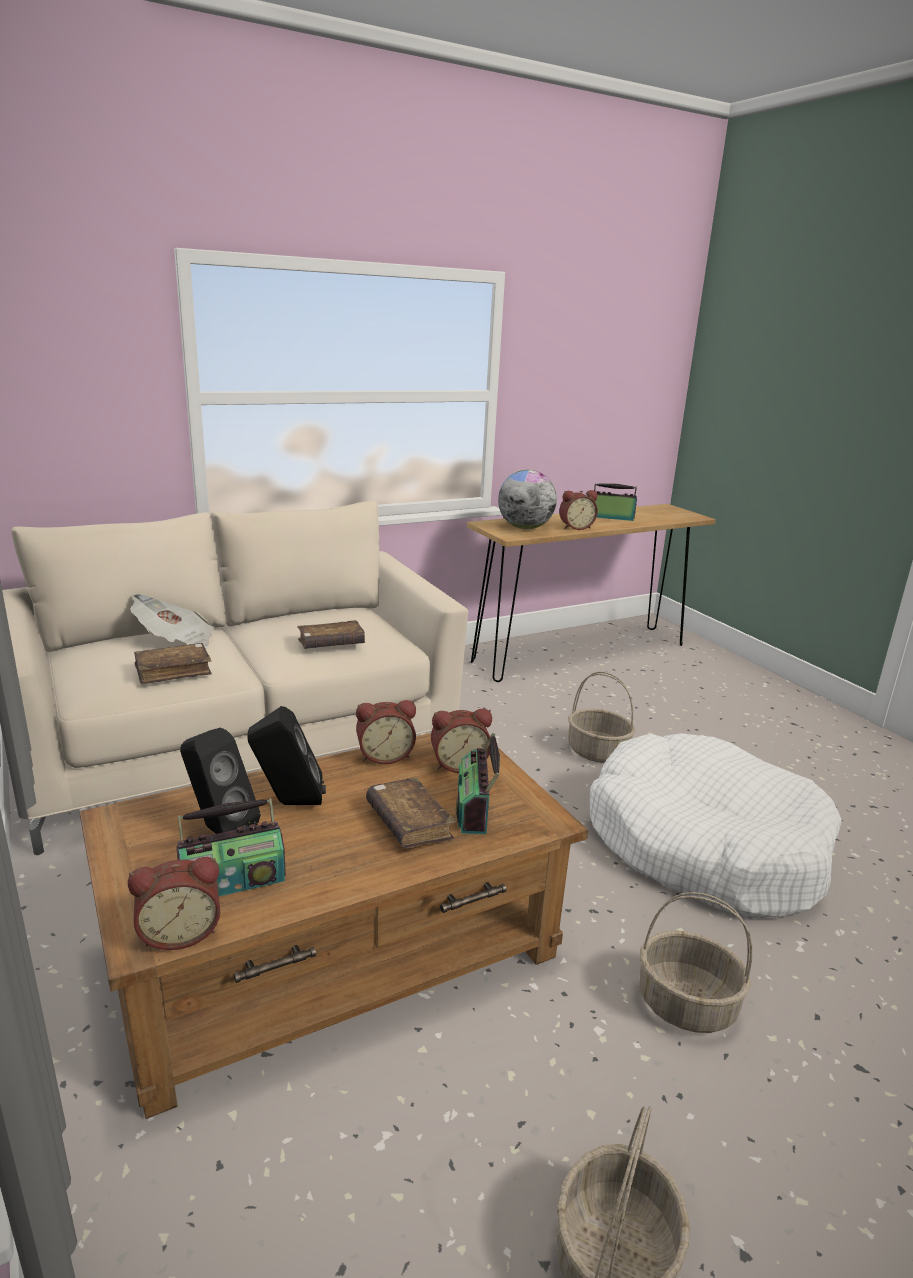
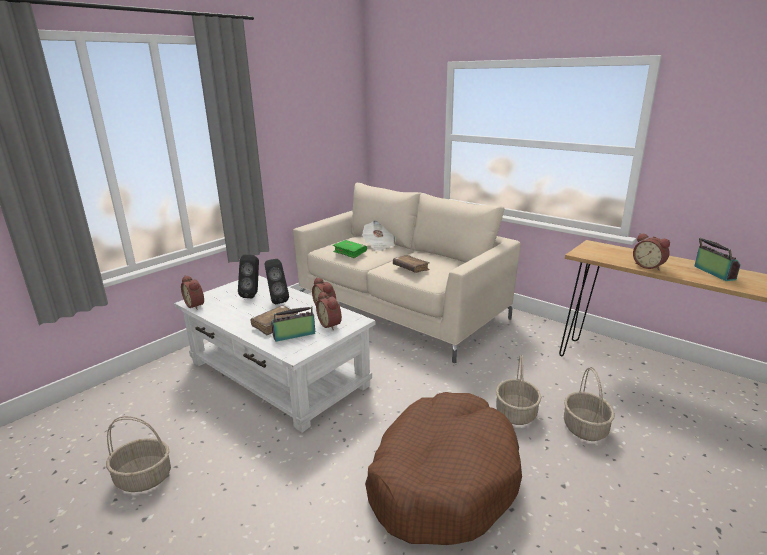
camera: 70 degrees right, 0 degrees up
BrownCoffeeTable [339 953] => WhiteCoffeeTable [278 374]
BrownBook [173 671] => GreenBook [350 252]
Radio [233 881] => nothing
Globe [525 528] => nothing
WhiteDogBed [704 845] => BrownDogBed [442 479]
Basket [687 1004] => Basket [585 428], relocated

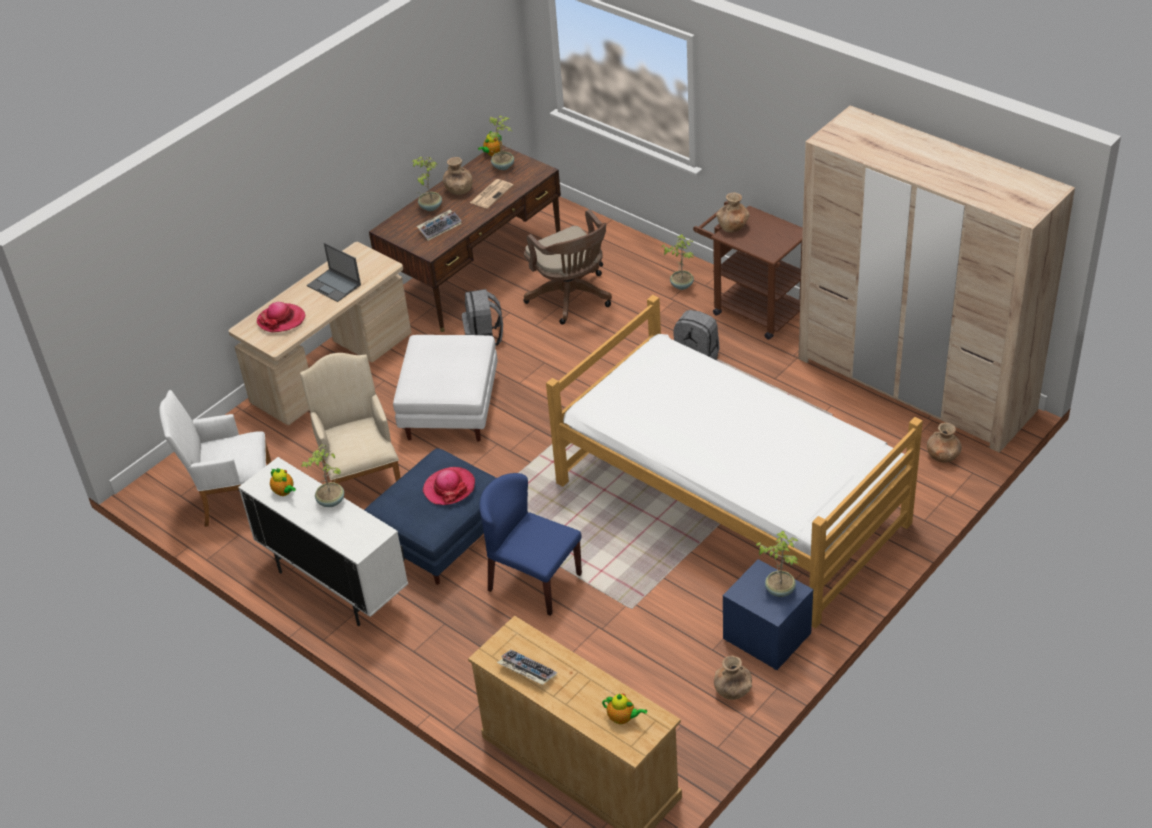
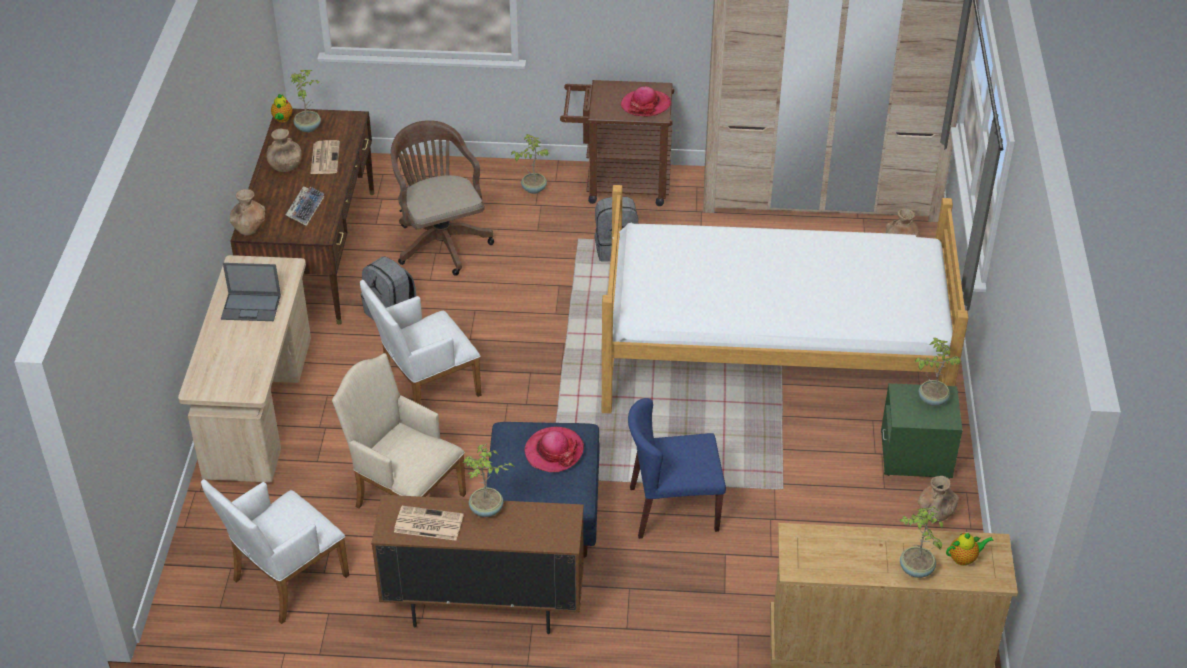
camera: 40 degrees left, 0 degrees up
WhiteCabinet [335 584] => BrownCabinet [483 608]
Hat [281 320] => Hat [645 105], relocated
Teapot [284 492] => Newspaper [427 524]
WhiteOttoman [450 407] => WhiteArmchair [424 390]
PottedPlant [430 207] => PottedPlant [915 570], relocated
Keyboard [526 671] => nothing
BrownOfficeChair [571 299] => BrownOfficeChair [440 241], 135 degrees counterclockwise
BrownVase [733 227] => BrownVase [249 228], relocated
BlueNightstand [767 637] => GreenNightstand [916 455]

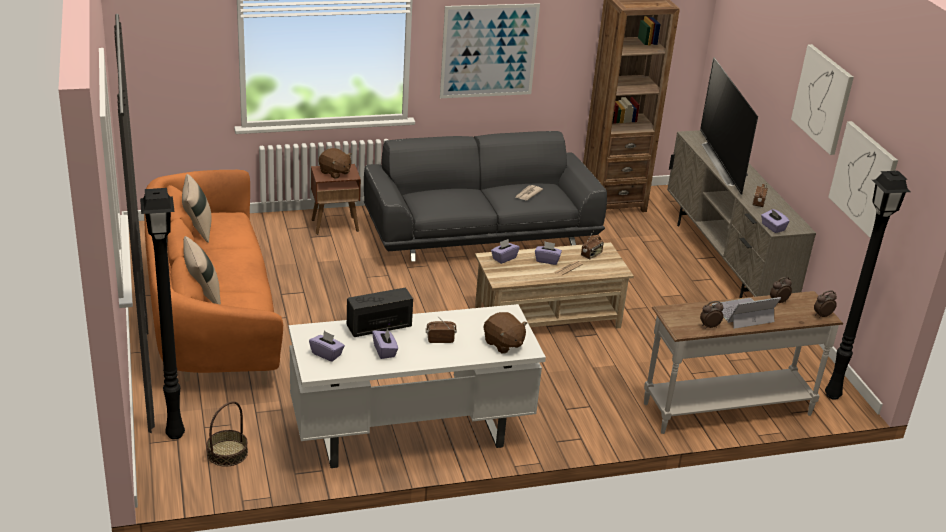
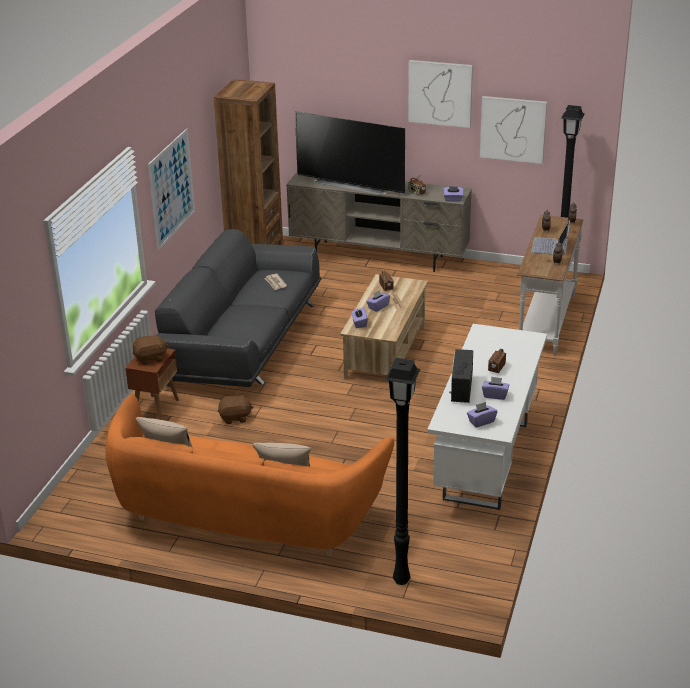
camera: 55 degrees left, 0 degrees up
Basket [227 453] => nothing
BrownPlushToy [503 344] => BrownPlushToy [235 418], relocated

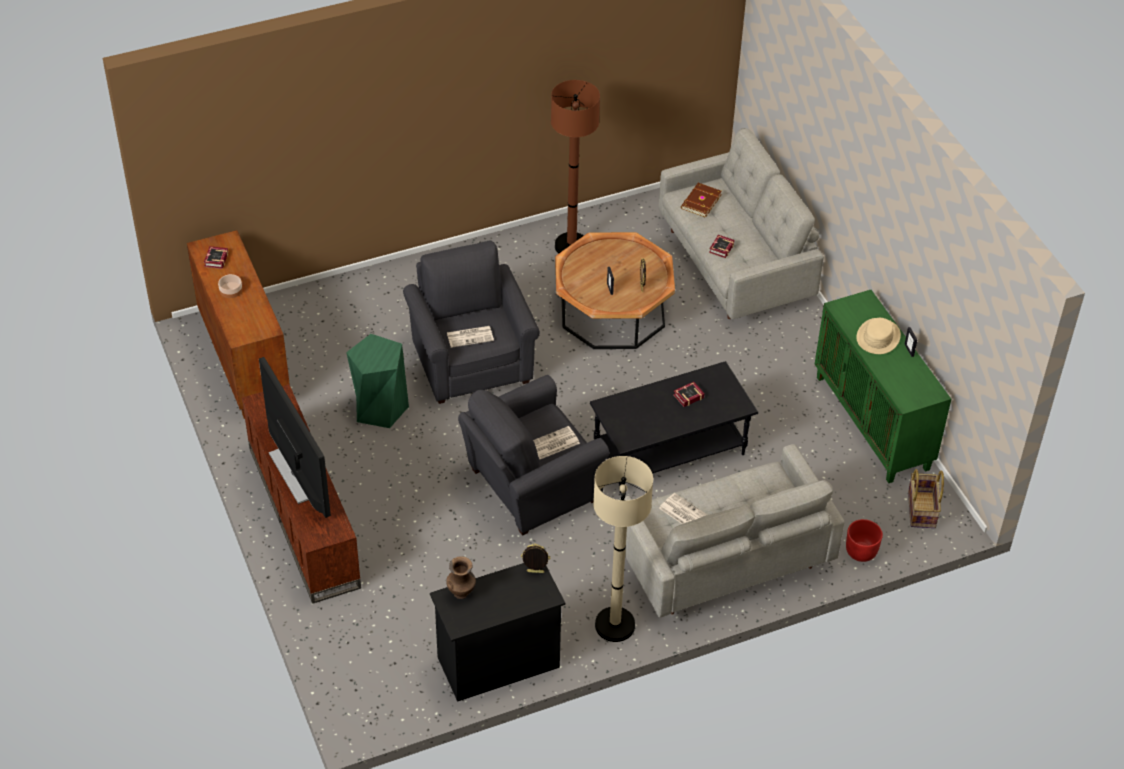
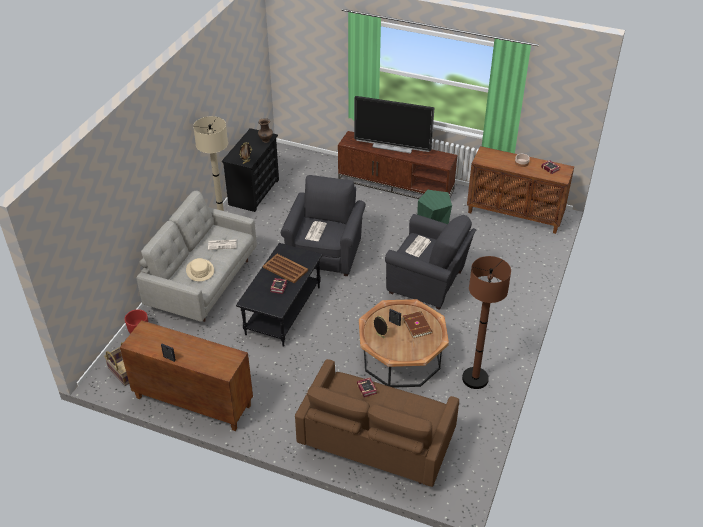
camera: 135 degrees right, 5 degrees down
GreySofa [735 265] => BrownSofa [376 442]
BrownBook [700 201] => BrownBook [417 325], relocated
GreenCabinet [873 423] => BrownCabinet [192 402]
BeigeHat [878 337] => BeigeHat [200 270], relocated
nothing => BrownTray [285 268]

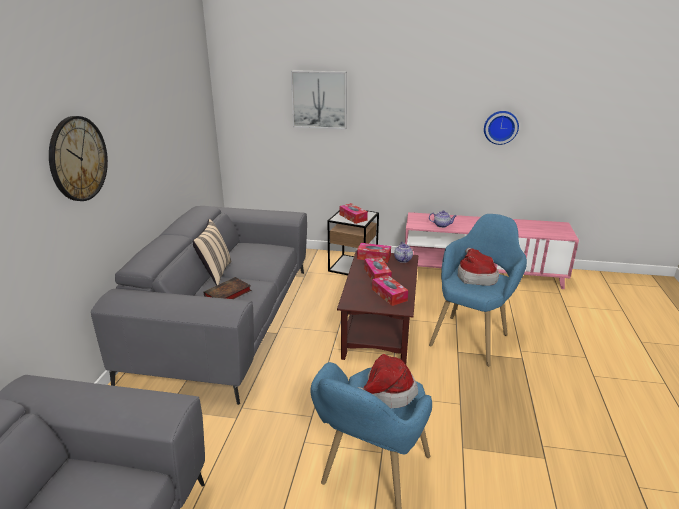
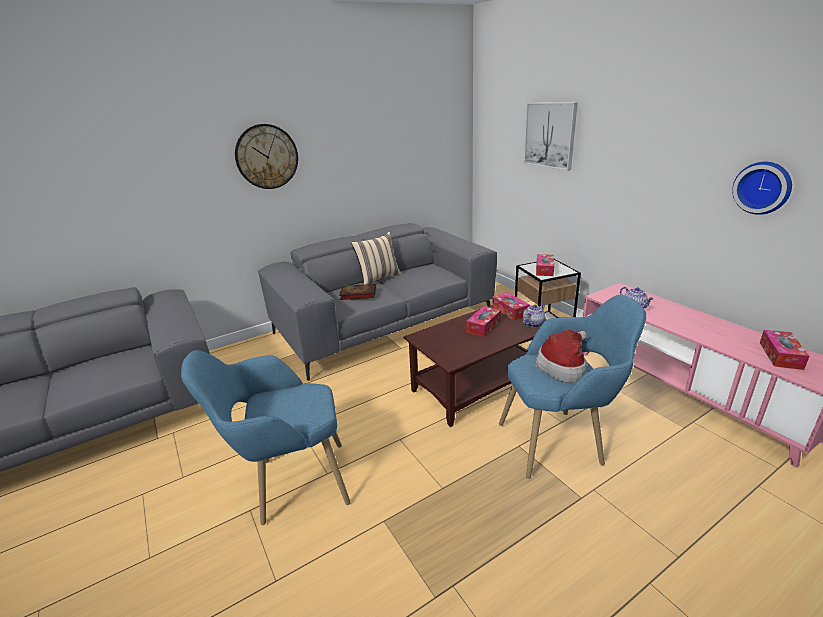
camera: 50 degrees right, 0 degrees up
Hat [387 392] => nothing
TissueBox [389 295] => TissueBox [780 355], relocated

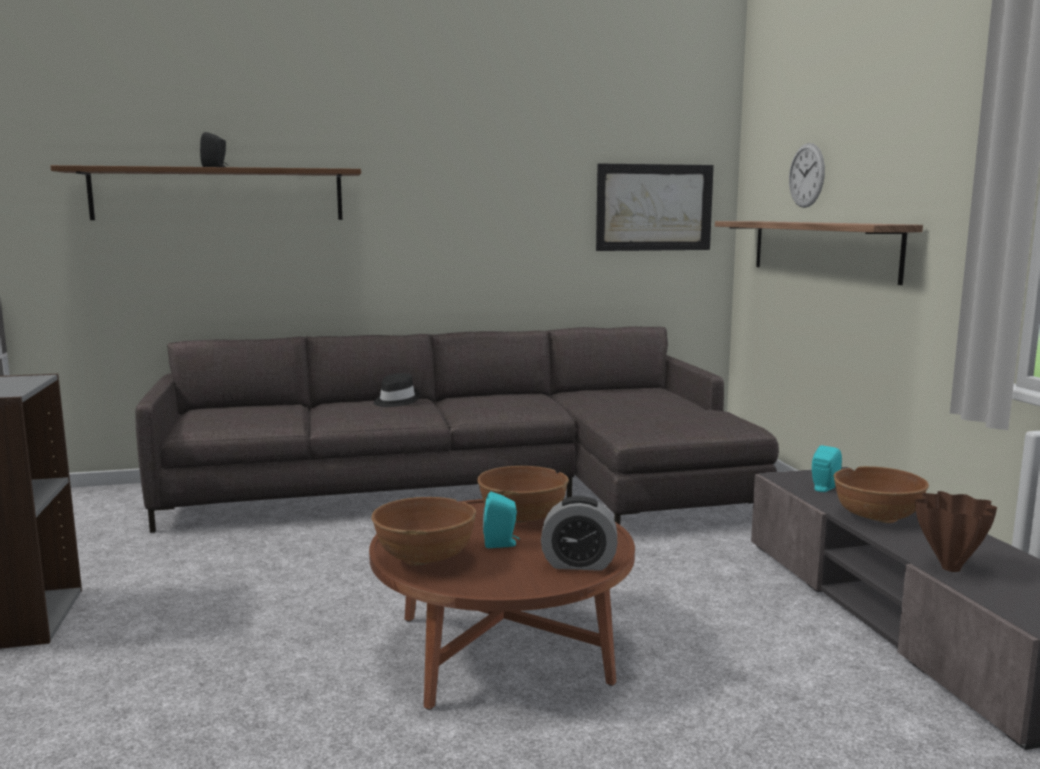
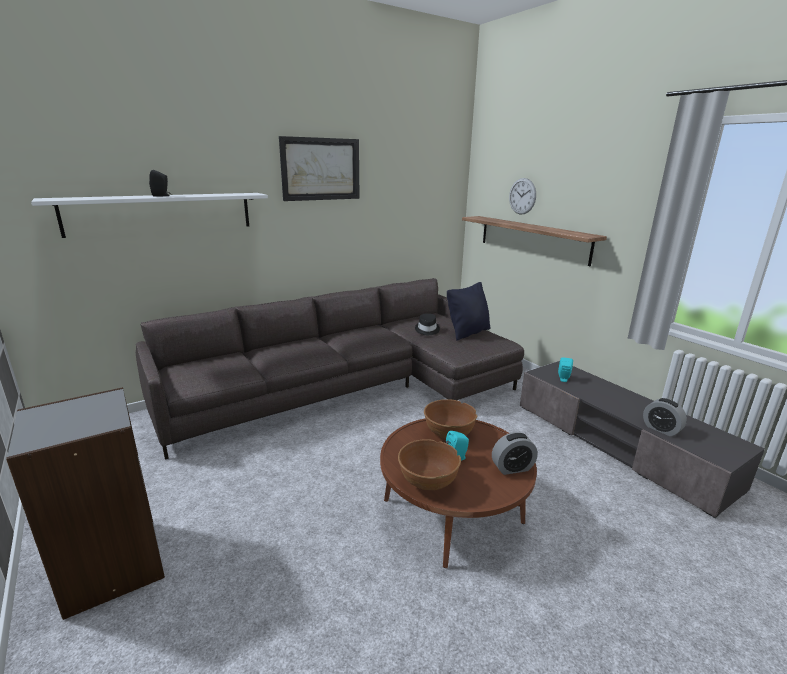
camera: 20 degrees left, 10 degrees up
BrownShelf [218 194] => WhiteShelf [161 213]
BlackHat [395 401] => BlackHat [427 330], relocated
Picture [654 207] => Picture [321 169], relocated
BrownBowl [876 517] => nothing
BrownVase [950 567] => AlarmClock [661 429]
nothing => BlackPillow [468 333]

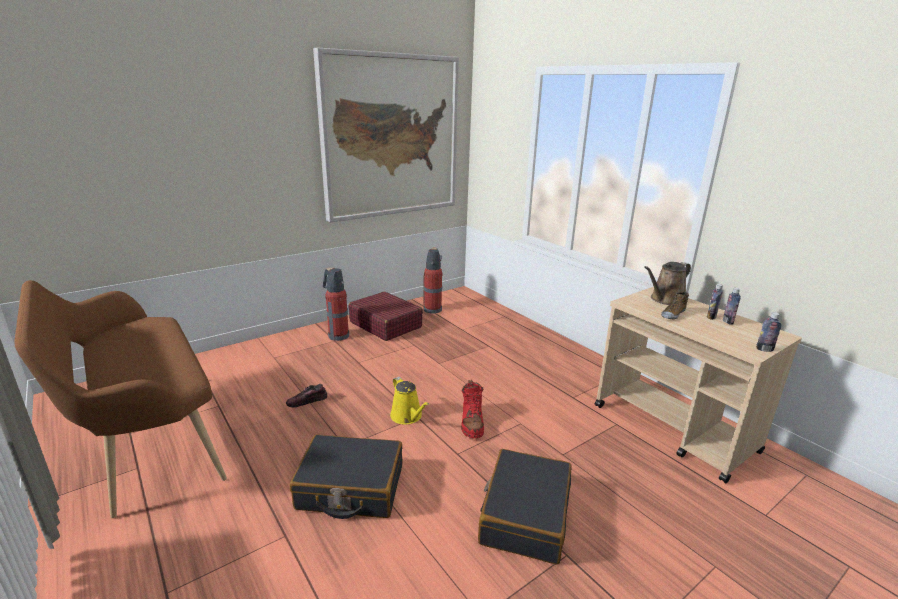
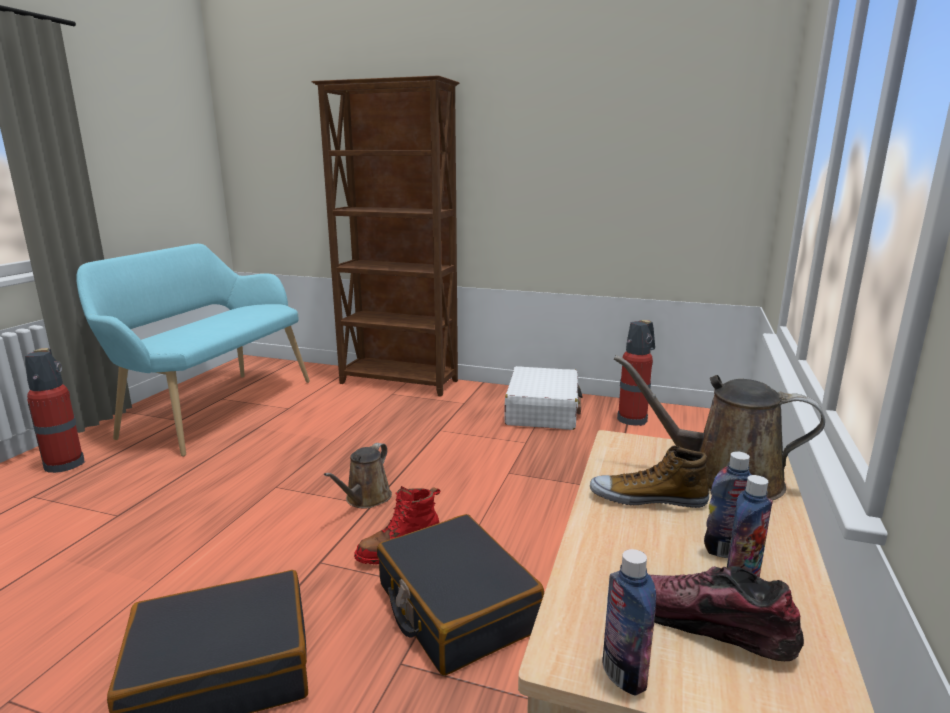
camera: 55 degrees right, 5 degrees down
BrownBench [144 443] => TurquoiseBench [213 408]
Shoe [307 401] => Shoe [707 625], relocated
BlackSuitcase [350 488] => BlackSuitcase [455 607], relocated
Picture [391 136] => nothing
FireExtinguisher [338 335] => FireExtinguisher [65 463], relocated
RedSuitcase [385 324] => WhiteSuitcase [542 411]
YellowWateringCan [408 416] => BrownWateringCan [365 499]
nothing => BrownBookcase [399 382]

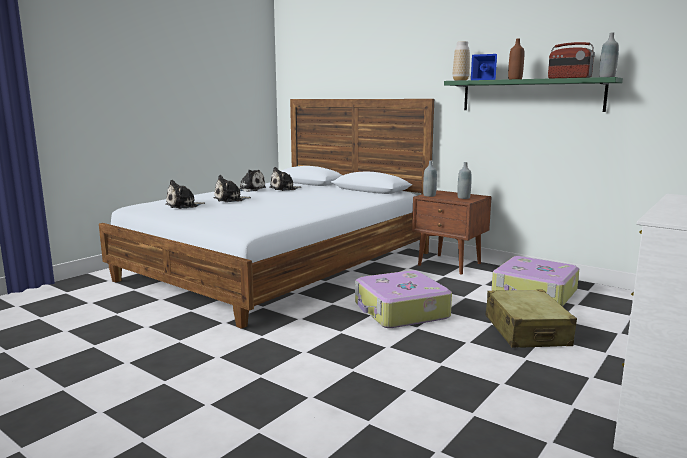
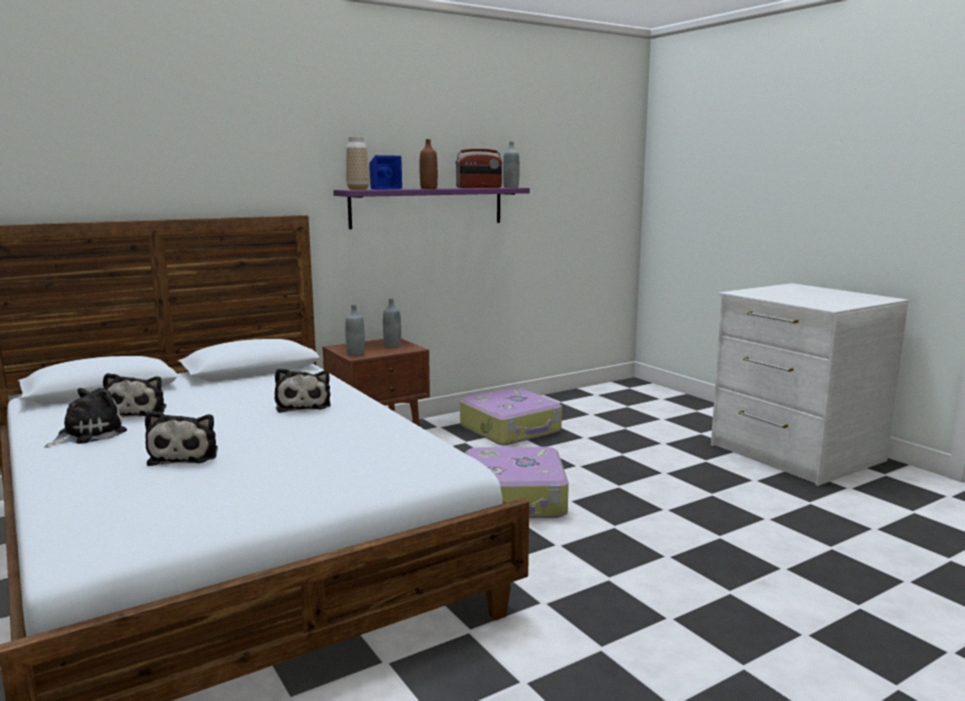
camera: 70 degrees left, 0 degrees up
PlushToy [184 206] => PlushToy [303 405], relocated
GreenShelf [530 95] => PurpleShelf [428 207]
BeigeSuitcase [526 331] => nothing

